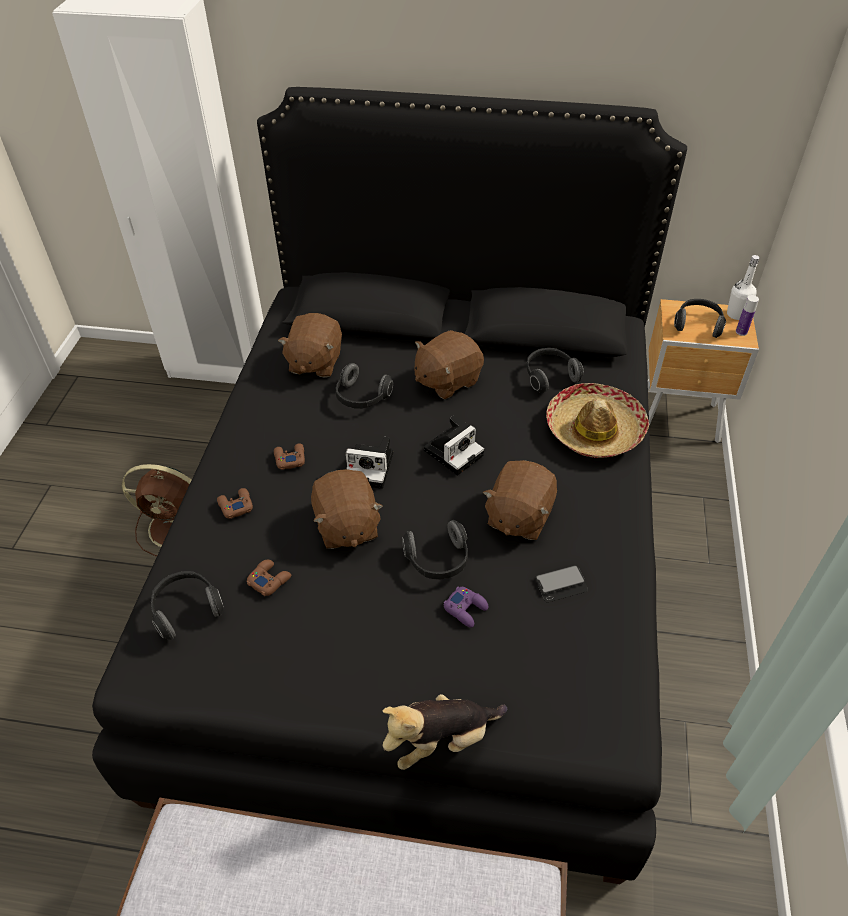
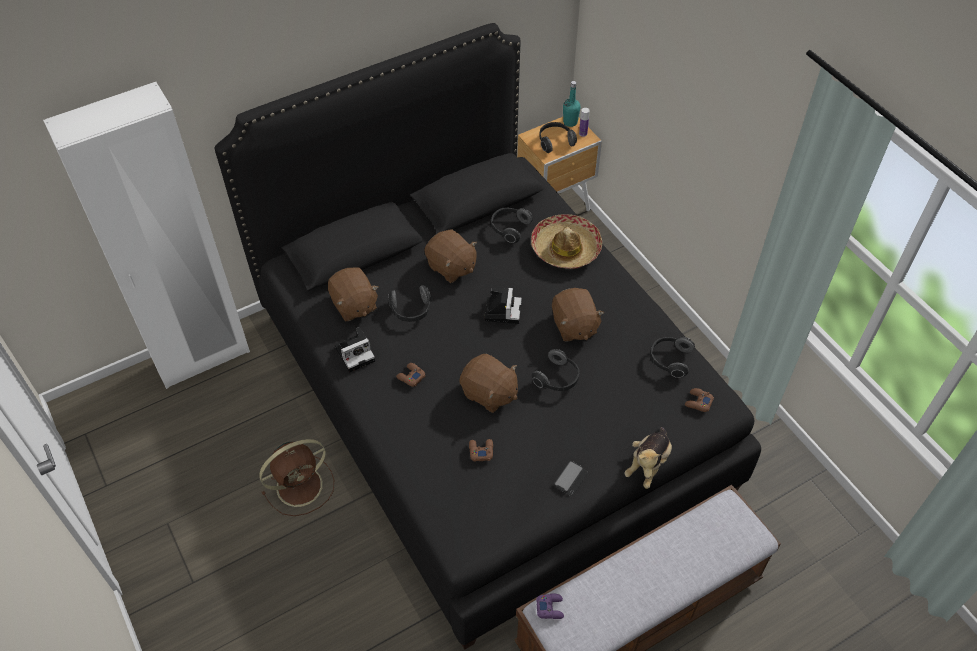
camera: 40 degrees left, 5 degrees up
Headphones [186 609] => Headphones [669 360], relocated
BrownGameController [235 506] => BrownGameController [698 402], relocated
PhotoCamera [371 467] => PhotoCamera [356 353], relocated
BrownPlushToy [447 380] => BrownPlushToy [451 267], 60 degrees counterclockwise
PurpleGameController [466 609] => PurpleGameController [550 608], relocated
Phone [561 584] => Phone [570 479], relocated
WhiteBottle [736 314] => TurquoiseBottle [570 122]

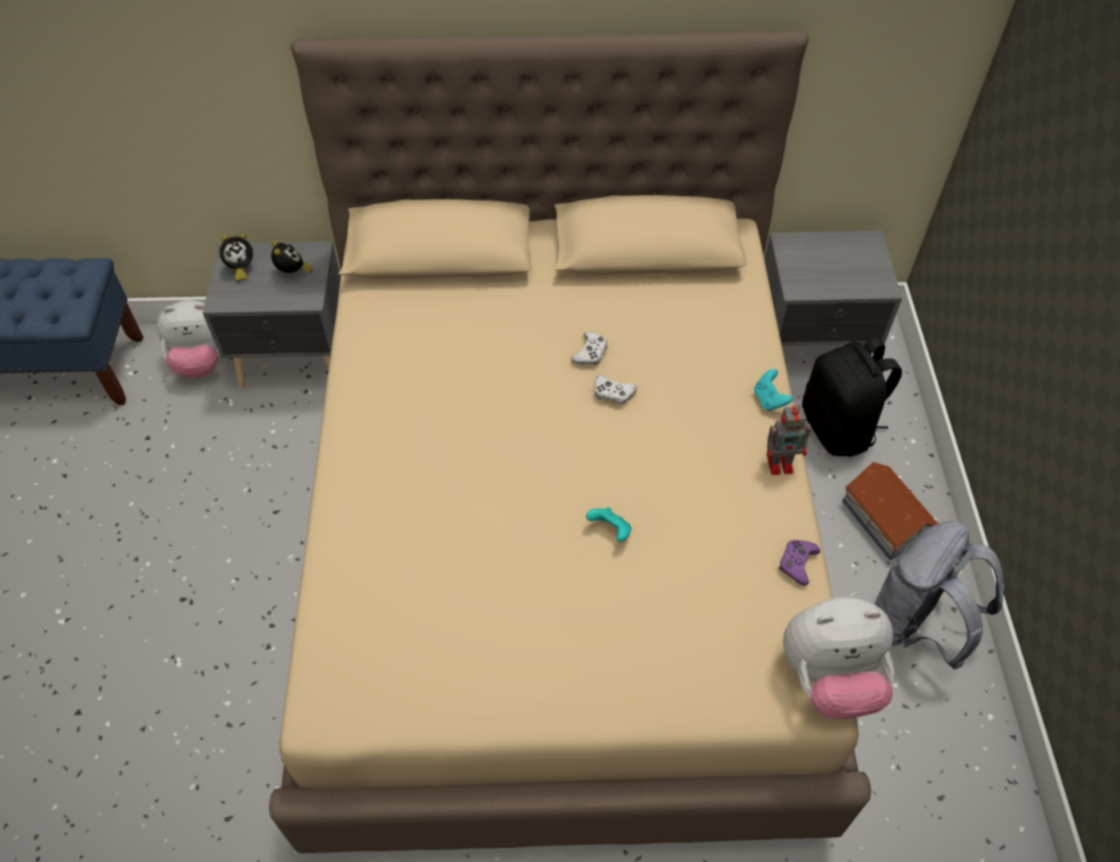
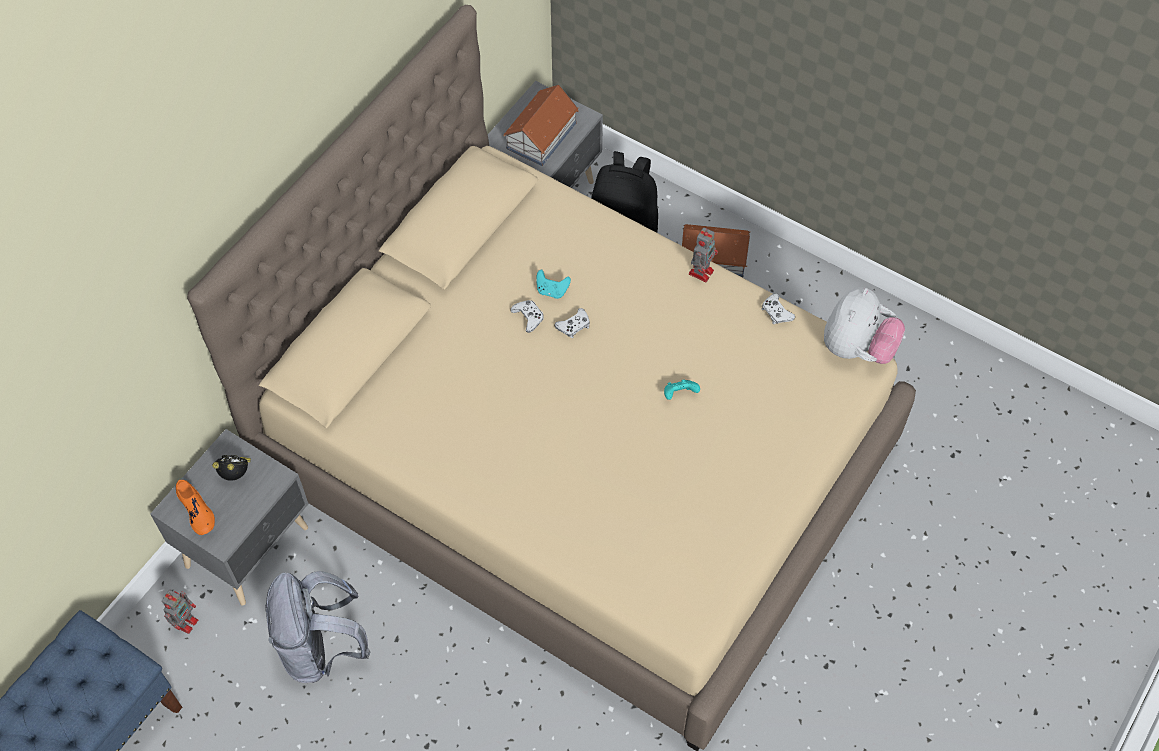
camera: 55 degrees left, 5 degrees up
PlushToy [202 361] => ToyRobot [186 621]
AlarmClock [240 268] => OrangeShoe [196 510]
TurquoiseGameController [769 400] => TurquoiseGameController [552 291], relocated
PurpleGameController [797 563] => WhiteGameController [776 312]
GreyBackpack [915 625] => GreyBackpack [321 648], relocated
nothing => ToyHouse [540 136]

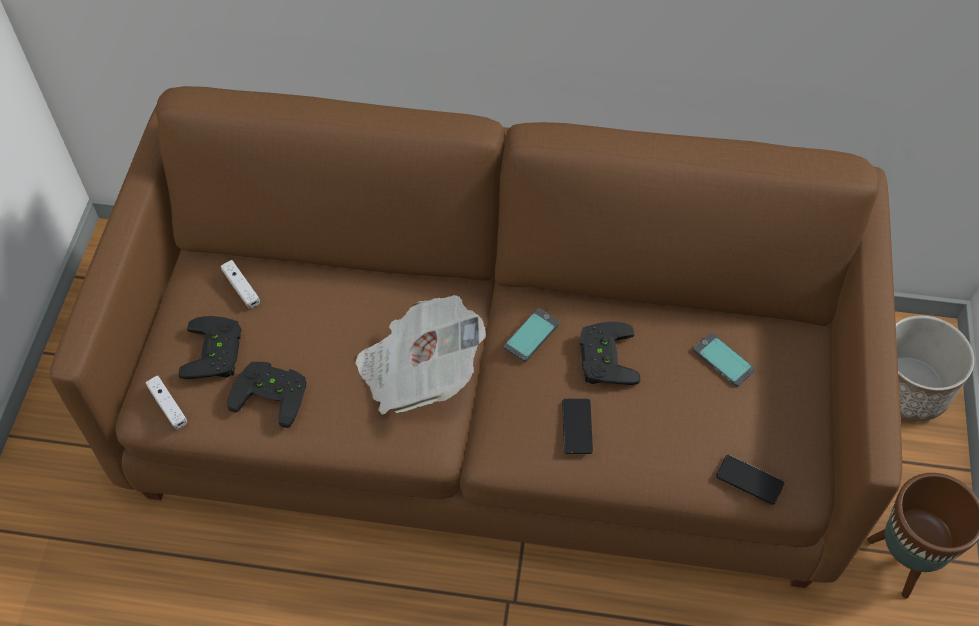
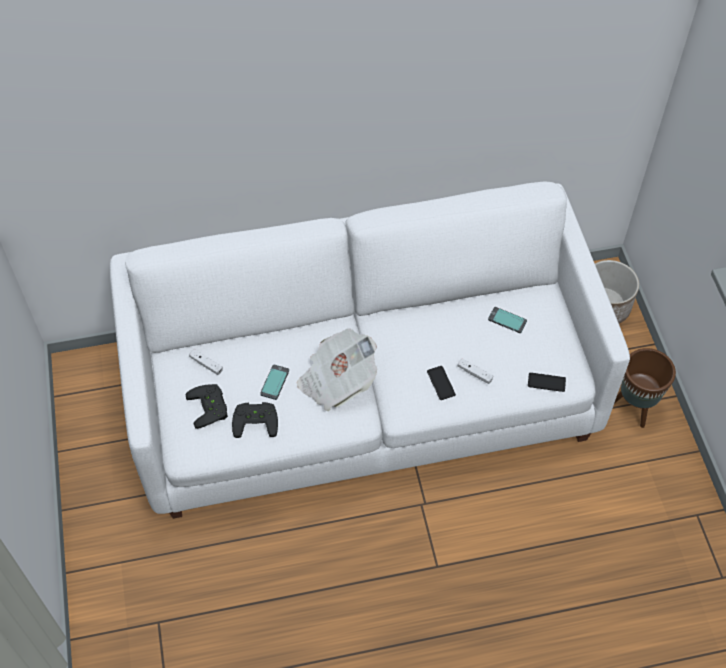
camera: 20 degrees left, 0 degrees up
BrownSofa [492 405] => WhiteSofa [364 394]
WhiteGameController [168 406] => WhiteGameController [474 373], relocated
Phone [531 335] => Phone [274 382], relocated
BlackGameController [603 358] => nothing

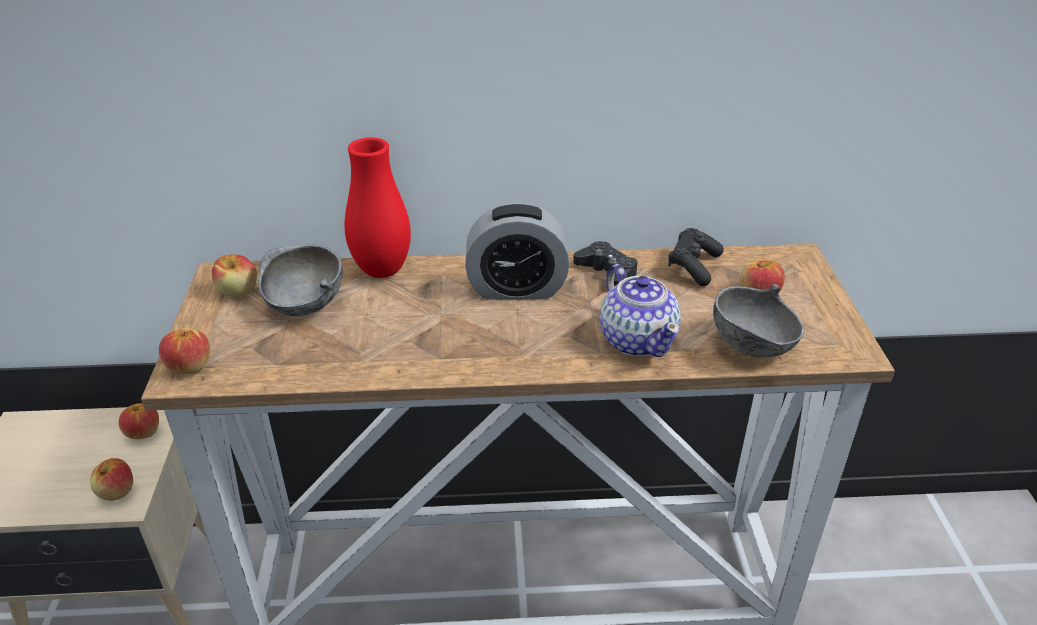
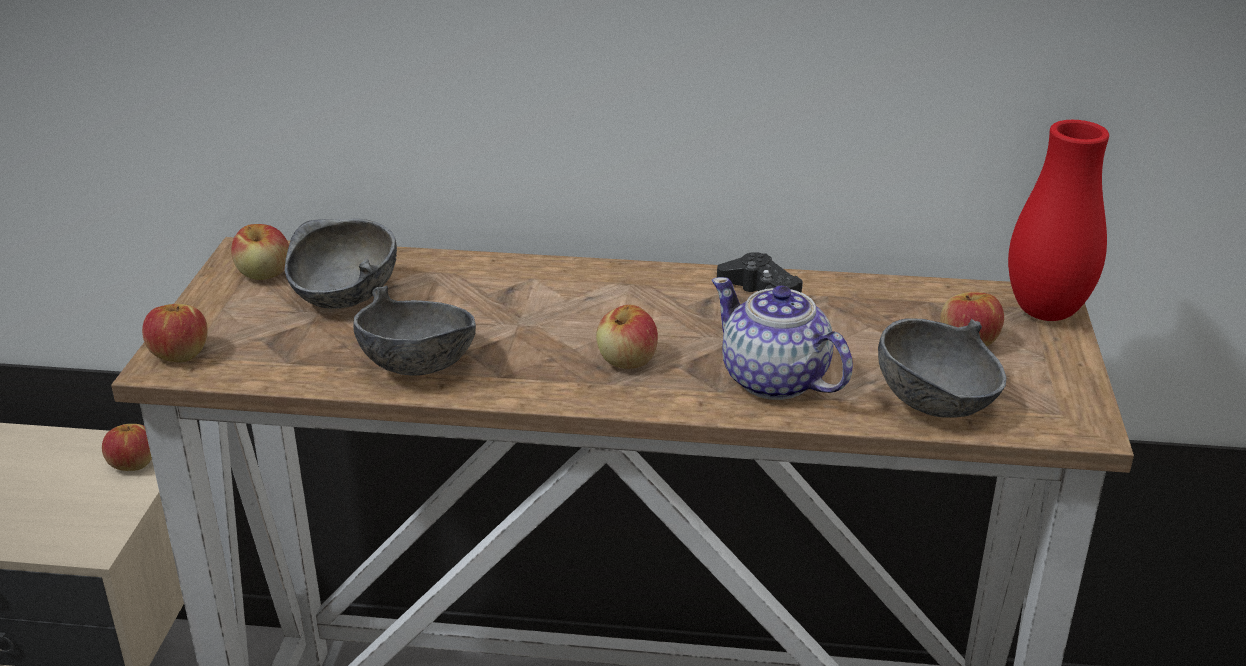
camera: 10 degrees right, 5 degrees down
Apple [117 492] => Apple [627 360], relocated
RedVase [382 270] => RedVase [1045 312], relocated
AlarmClock [517 288] => nothing
Teapot [637 339] => Teapot [775 380], 150 degrees clockwise
BlackGameController [693 266] => nothing
nothing => GreyBowl [420 365]

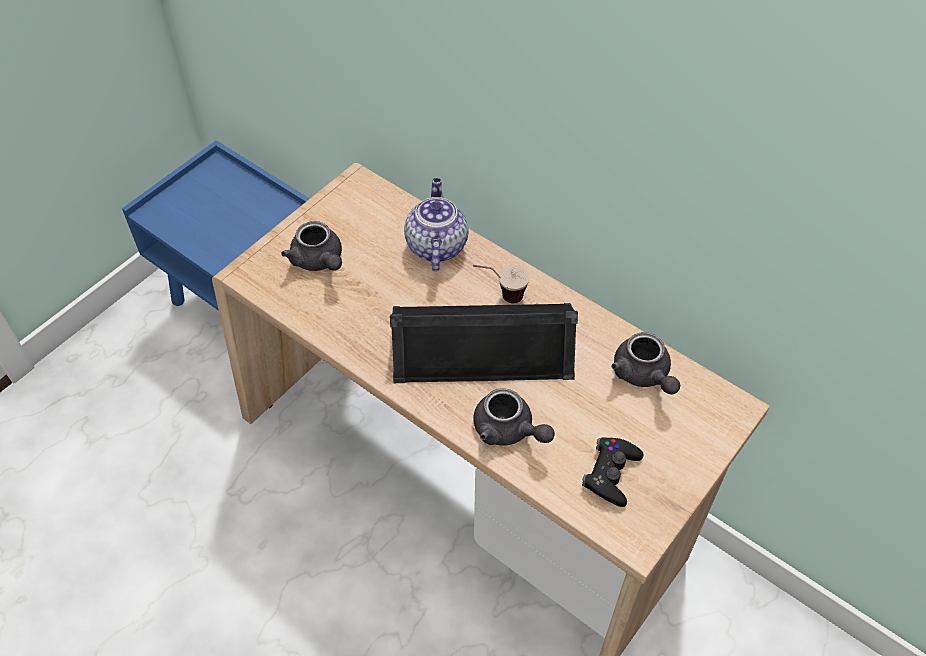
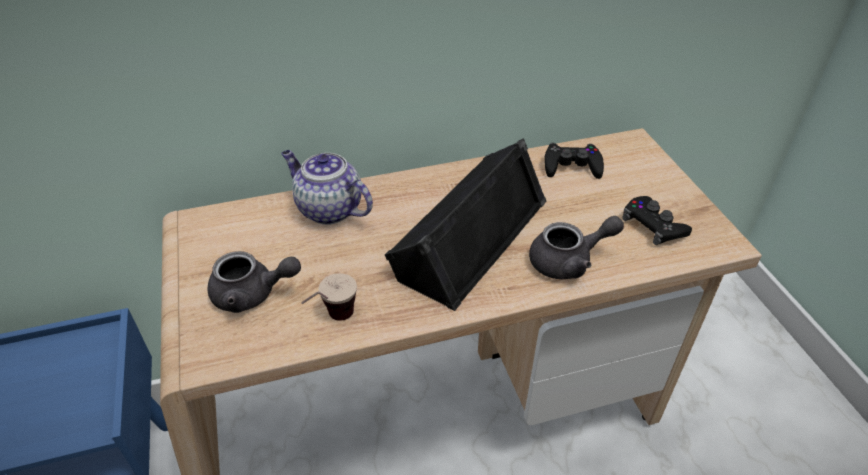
camera: 55 degrees left, 10 degrees down
Cup [500 296] => Cup [332 322], relocated
GreyTeapot [643 375] => BlackGameController [572 166]

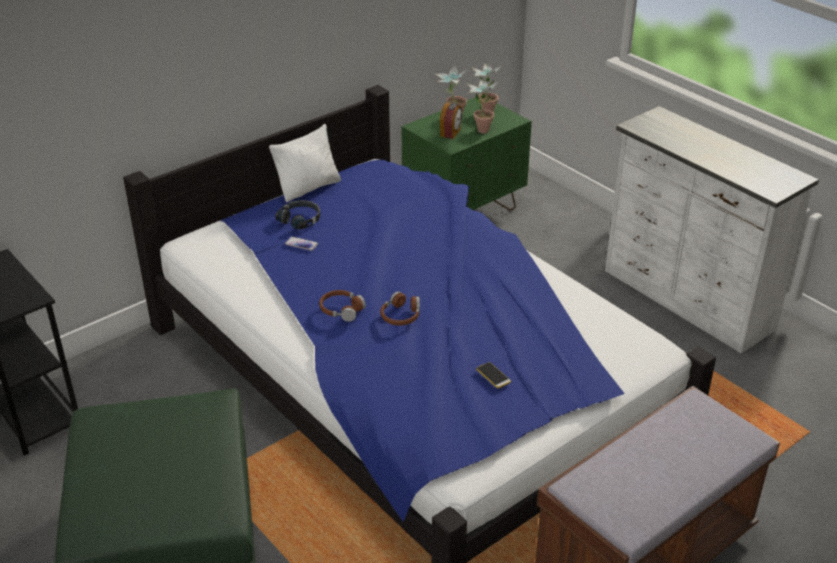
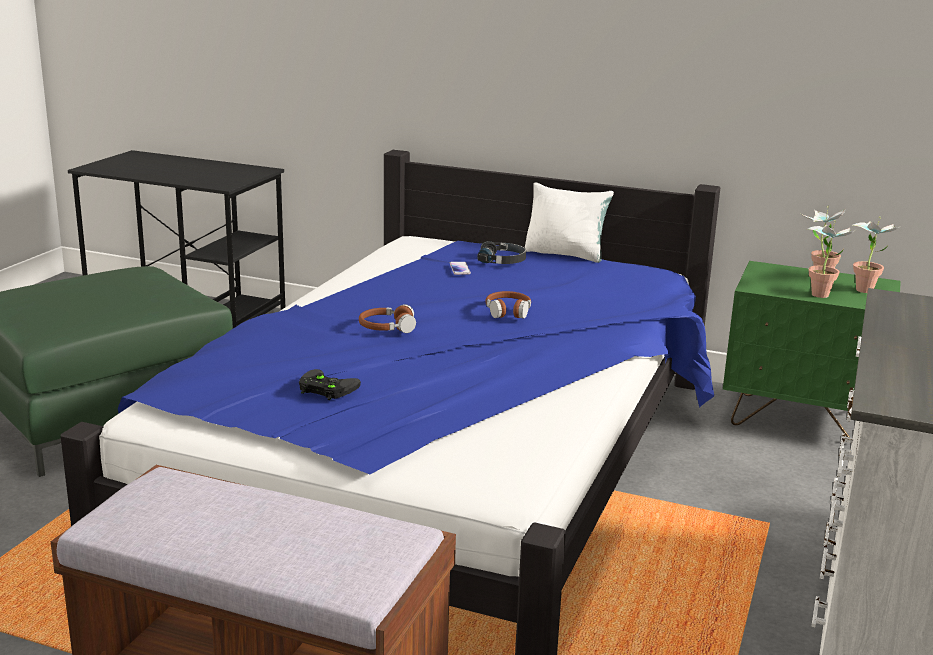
camera: 60 degrees right, 15 degrees down
BrownHeadphones [341 310] => BrownHeadphones [508 311], relocated
AlarmClock [451 133] => nothing
Phone [493 375] => BlackGameController [325 388]

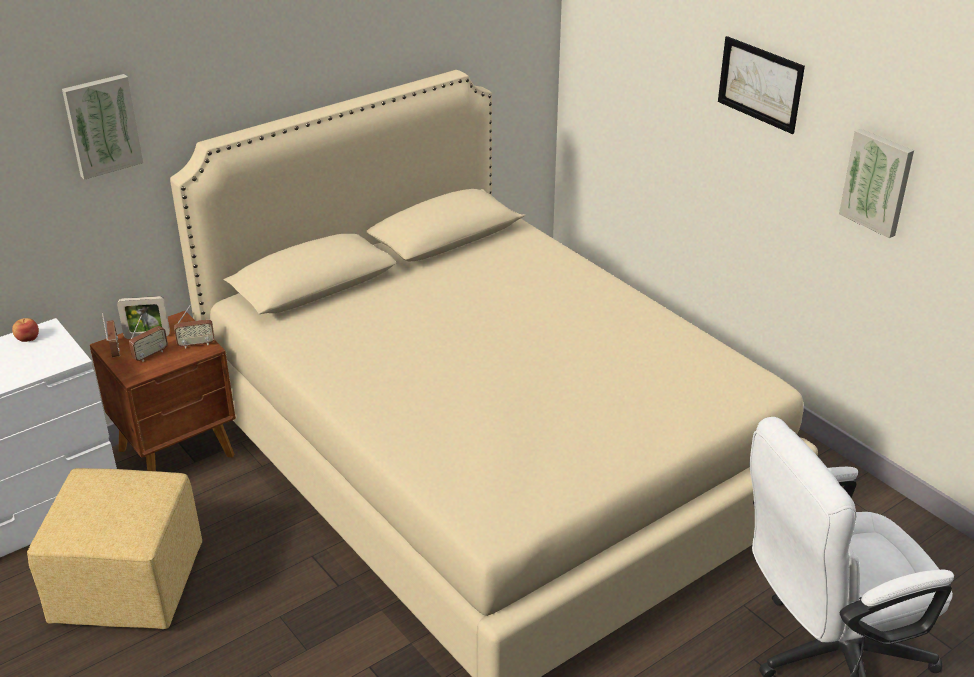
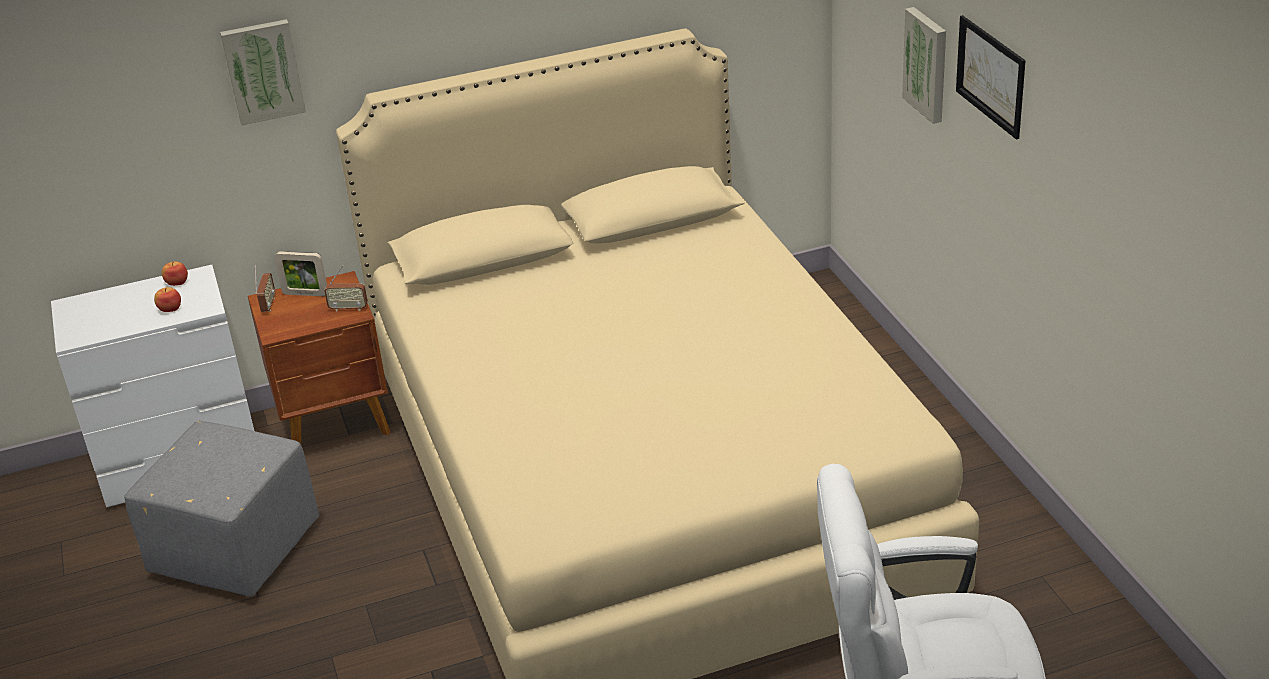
camera: 20 degrees right, 0 degrees up
YellowOttoman [127 586] => GreyOttoman [234 549]
Radio [150 355] => nothing
Picture [878 182] => Picture [927 64], relocated
nothing => Apple [170 308]

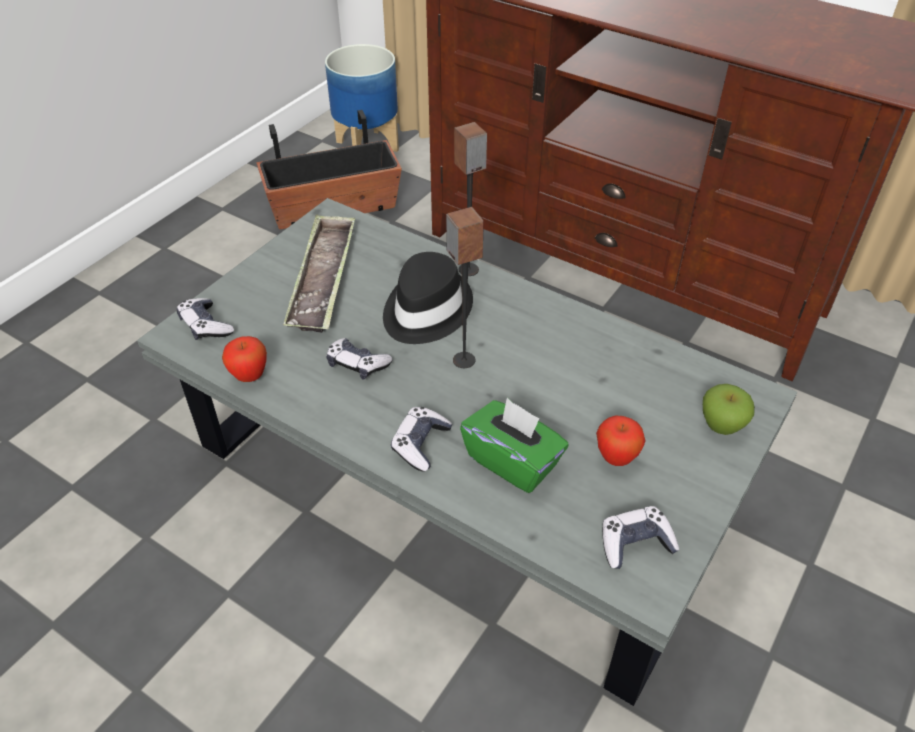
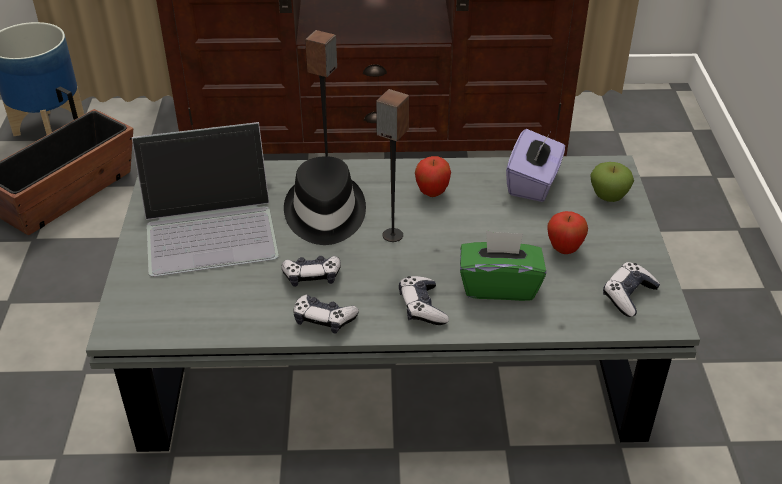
camera: 35 degrees left, 5 degrees down
GameController [205 326] => GameController [324 319], relocated
Apple [249 376] => Apple [432 193], relocated
Tray [323 279] => Laptop [211 226]
nothing => PurpleTissueBox [533 183]

